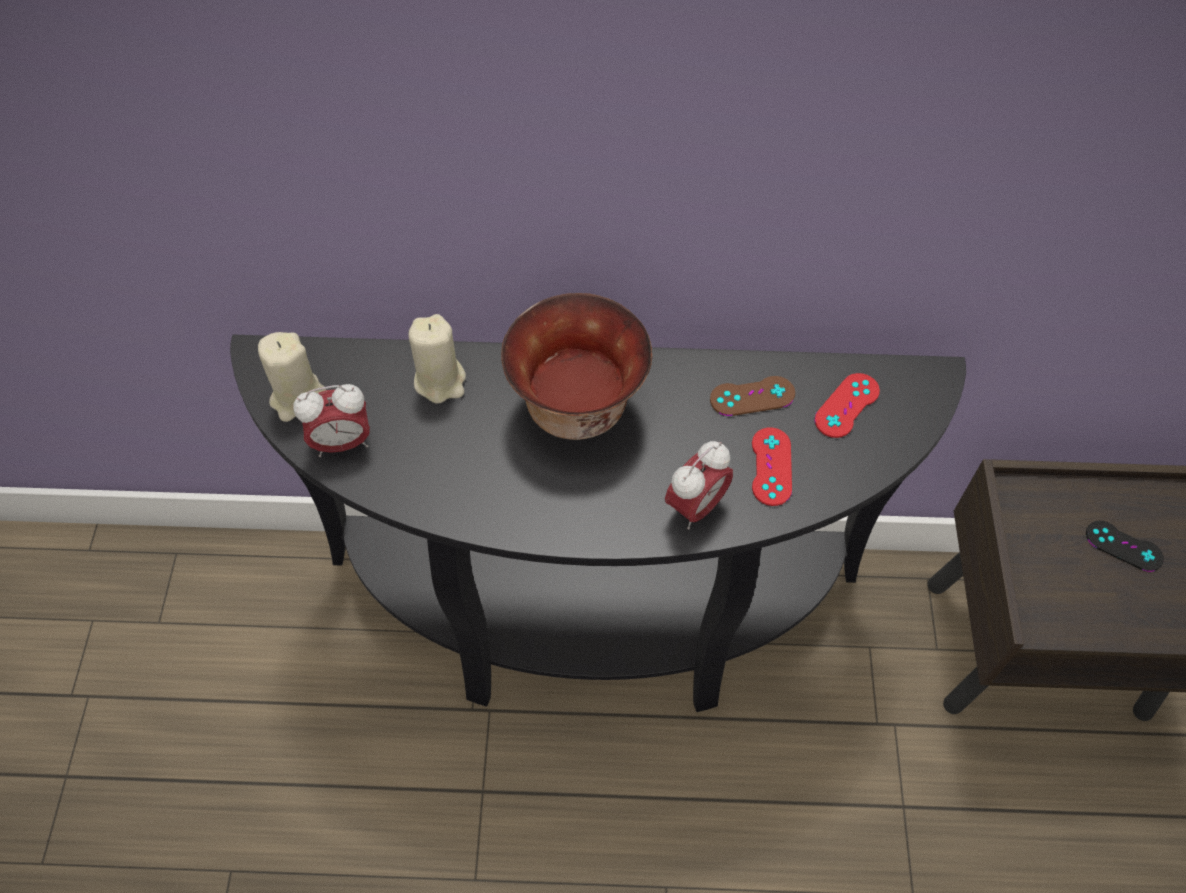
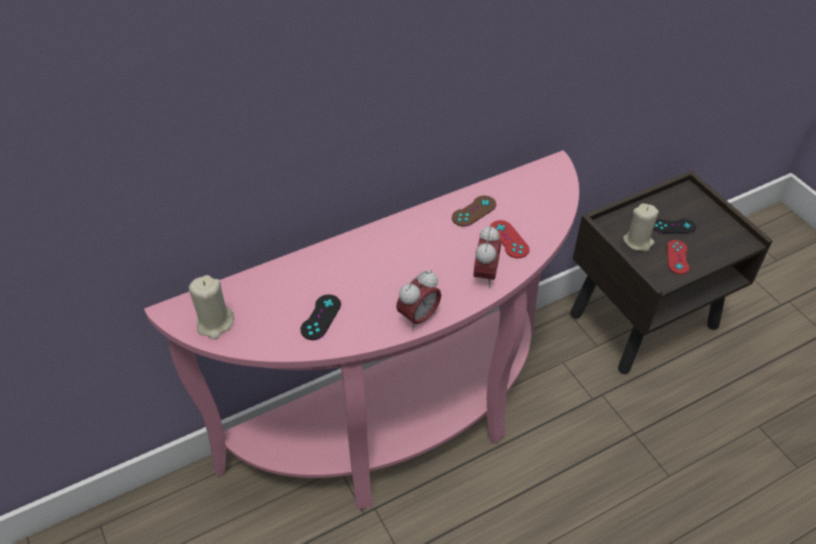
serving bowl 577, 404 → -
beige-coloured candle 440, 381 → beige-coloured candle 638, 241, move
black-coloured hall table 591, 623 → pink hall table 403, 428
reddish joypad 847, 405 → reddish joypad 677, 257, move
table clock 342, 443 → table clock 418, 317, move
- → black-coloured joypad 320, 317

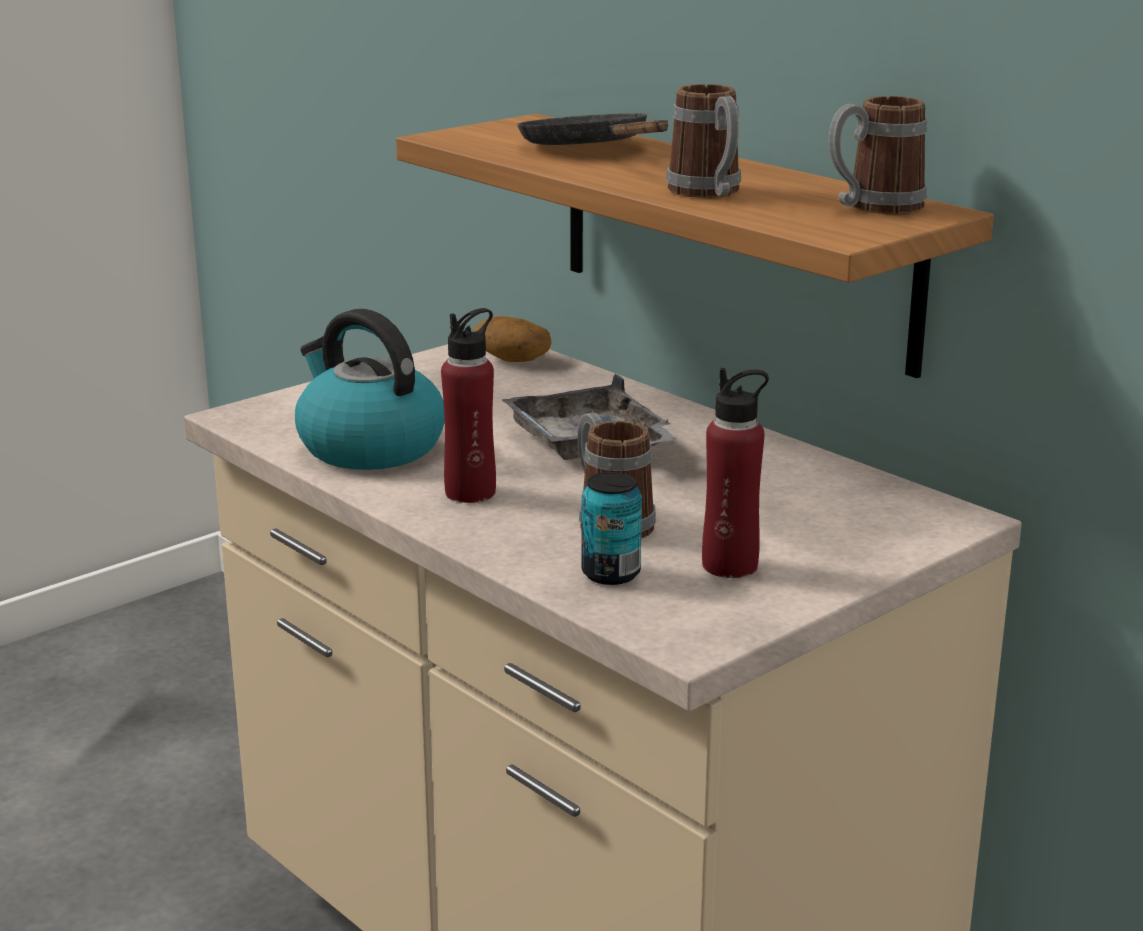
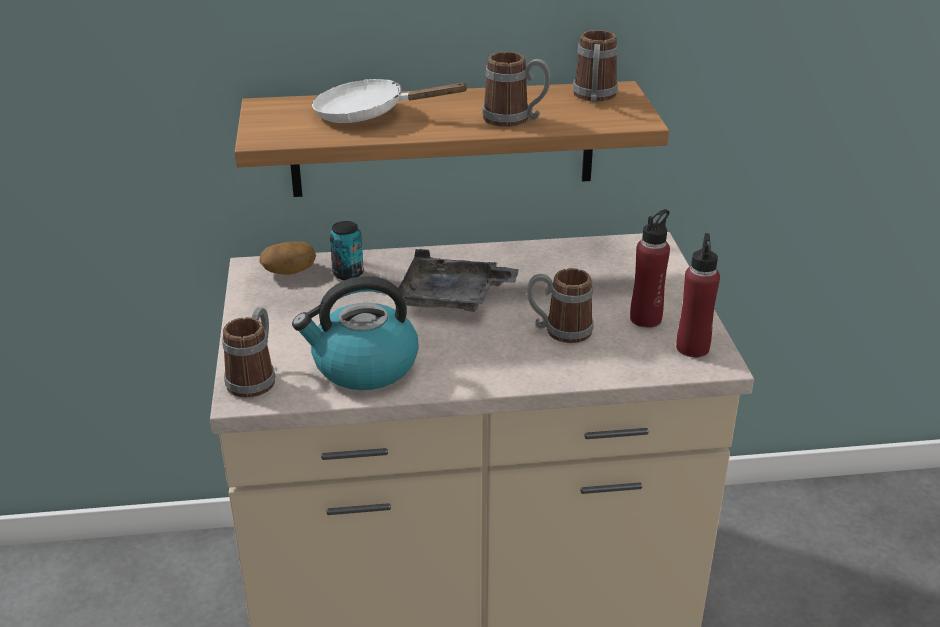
black-coloured skillet 590, 150 → white skillet 369, 114
reddish beverage bottle 470, 492 → reddish beverage bottle 692, 348, move
sealed can 611, 574 → sealed can 348, 273, move
- → mug 255, 377

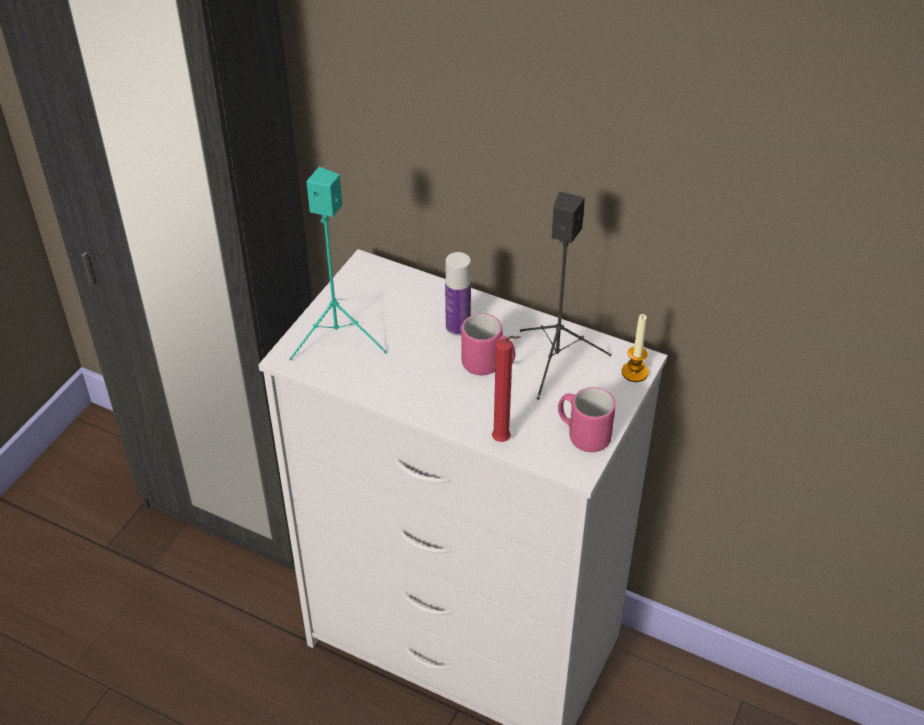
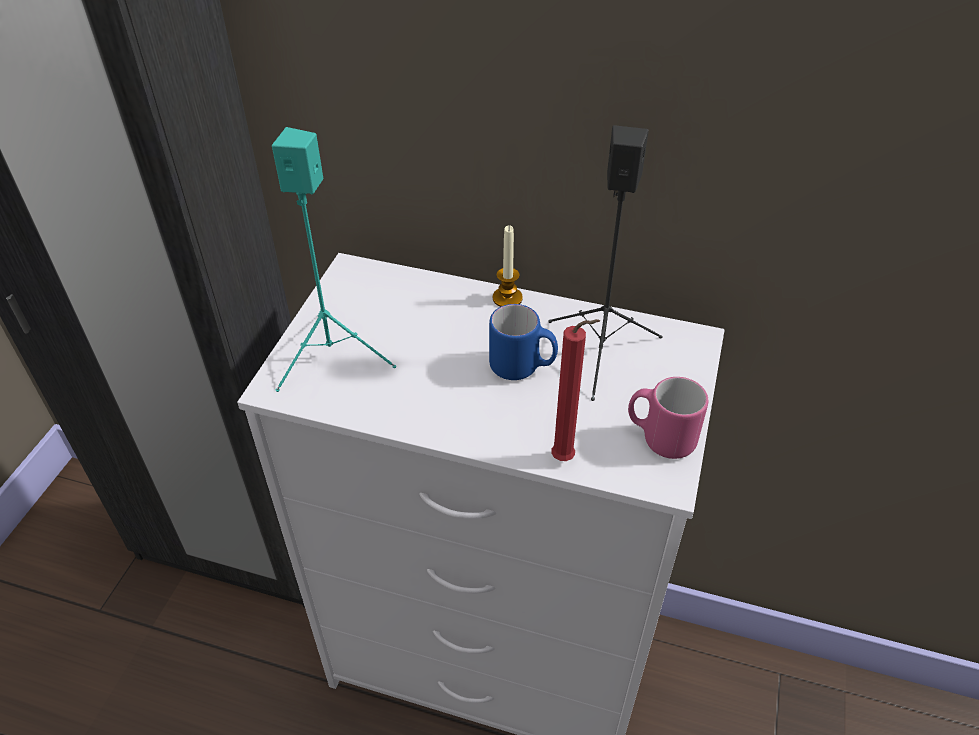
beverage bottle 458, 327 → -
pink mug 488, 365 → bluish mug 522, 367
candle 634, 372 → candle 507, 298, move

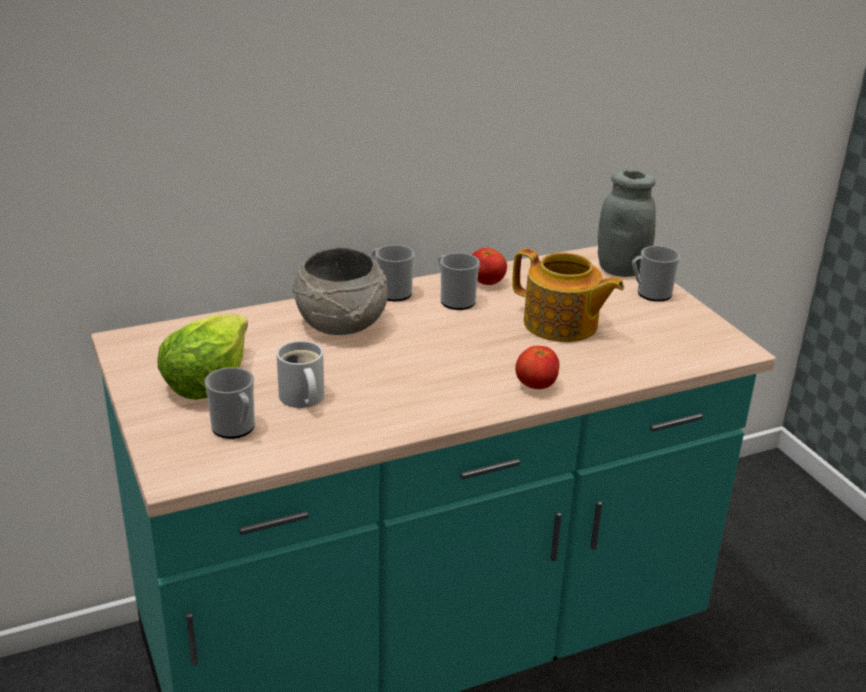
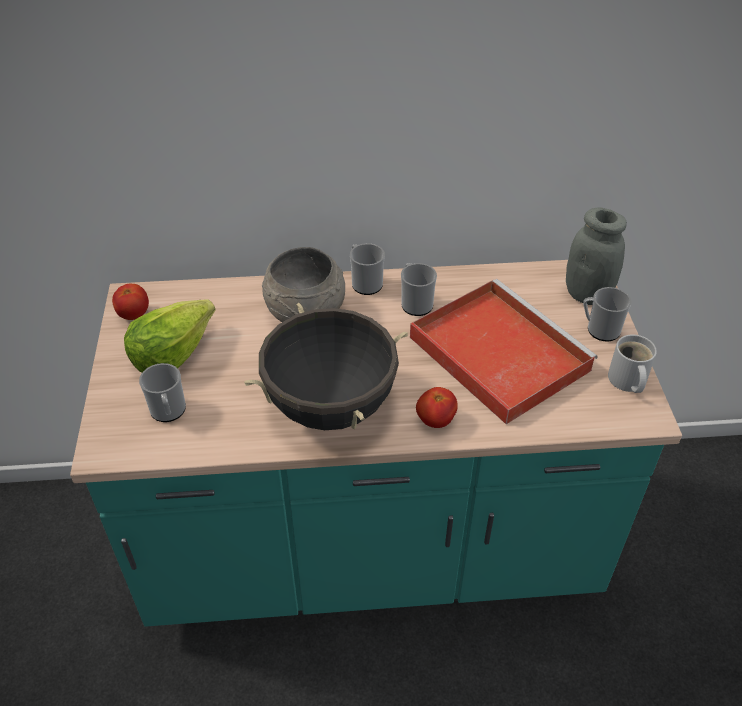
fresh tomato 486, 282 → fresh tomato 134, 314, move
tea pot 561, 325 → reddish tray 496, 352
white mug 301, 398 → white mug 626, 381, move
- → black-coloured cooking pot 330, 406

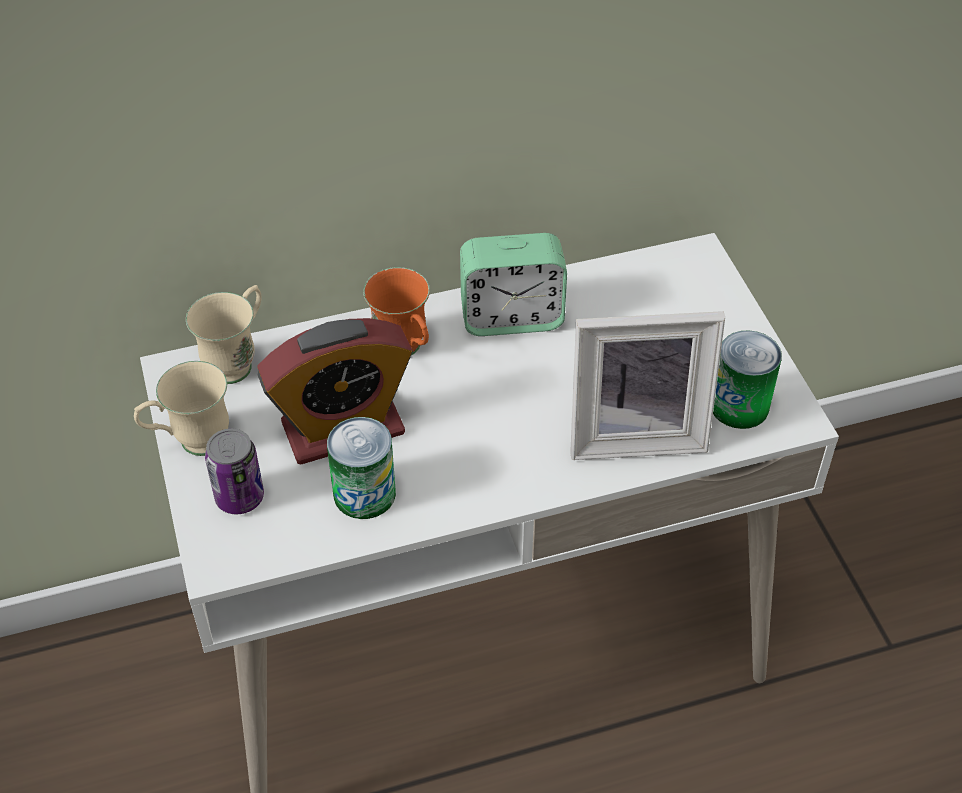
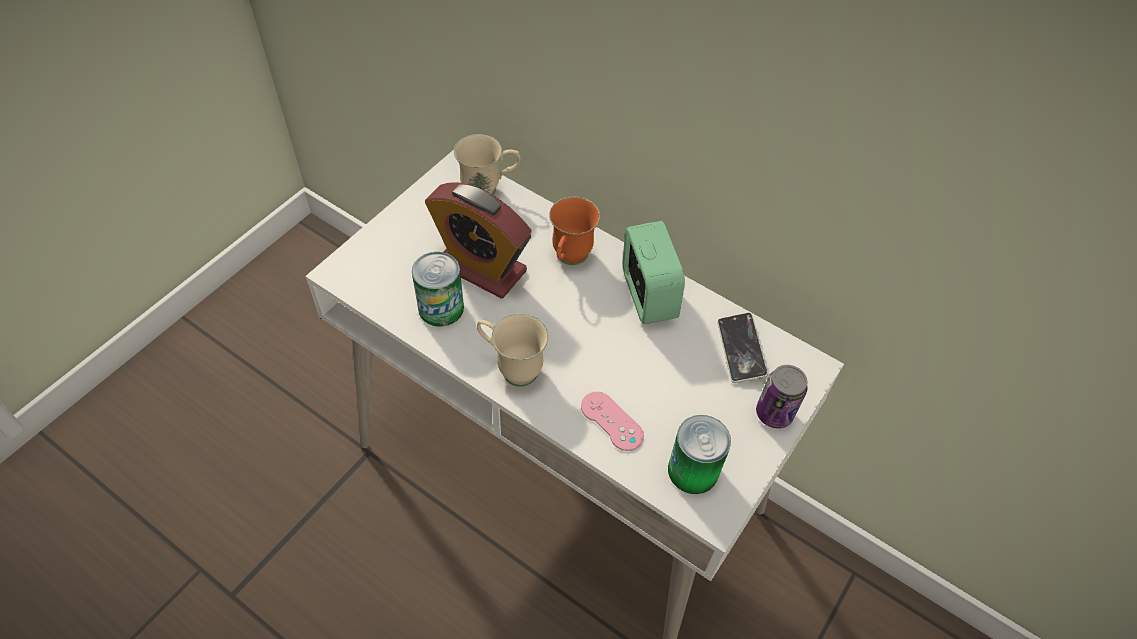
table clock 511, 317 → table clock 648, 295, 150 degrees counterclockwise
photo frame 635, 433 → pink joypad 611, 421
beige-coloured mug 191, 443 → beige-coloured mug 511, 367, move
sealed can 239, 497 → sealed can 774, 413, move
- → phone 740, 350

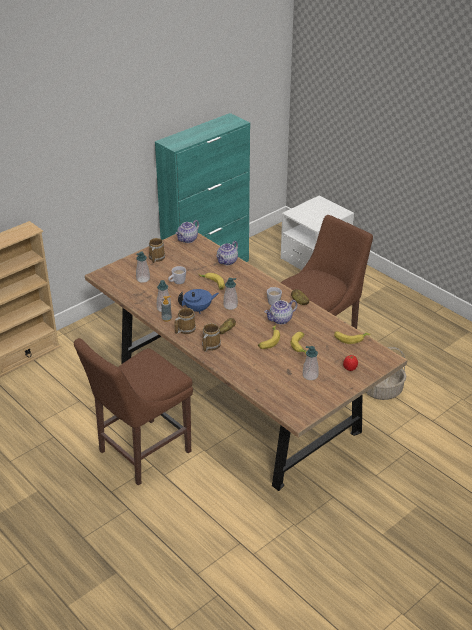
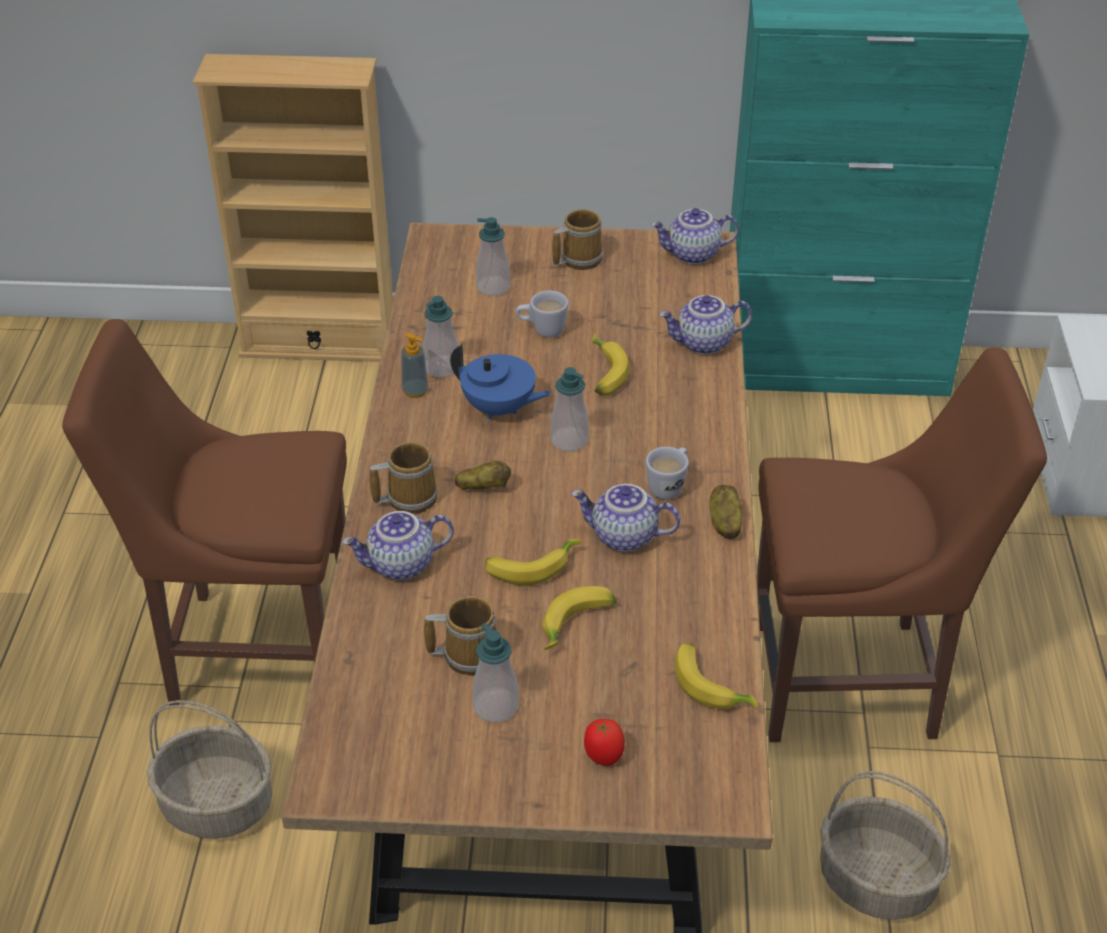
mug 185, 329 → mug 467, 654, move
- → tea pot 401, 565
- → household basket 219, 804

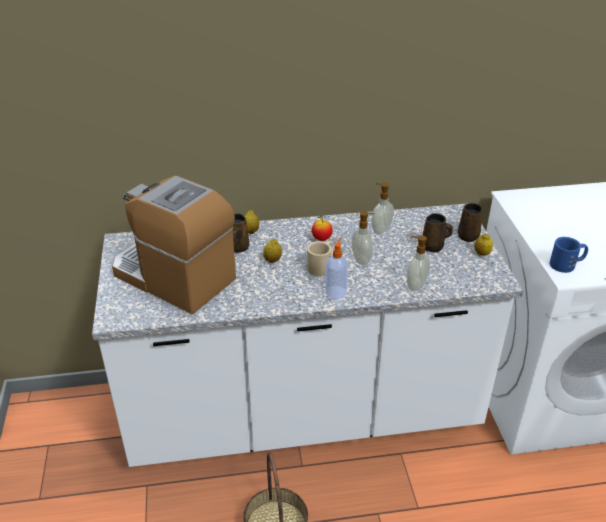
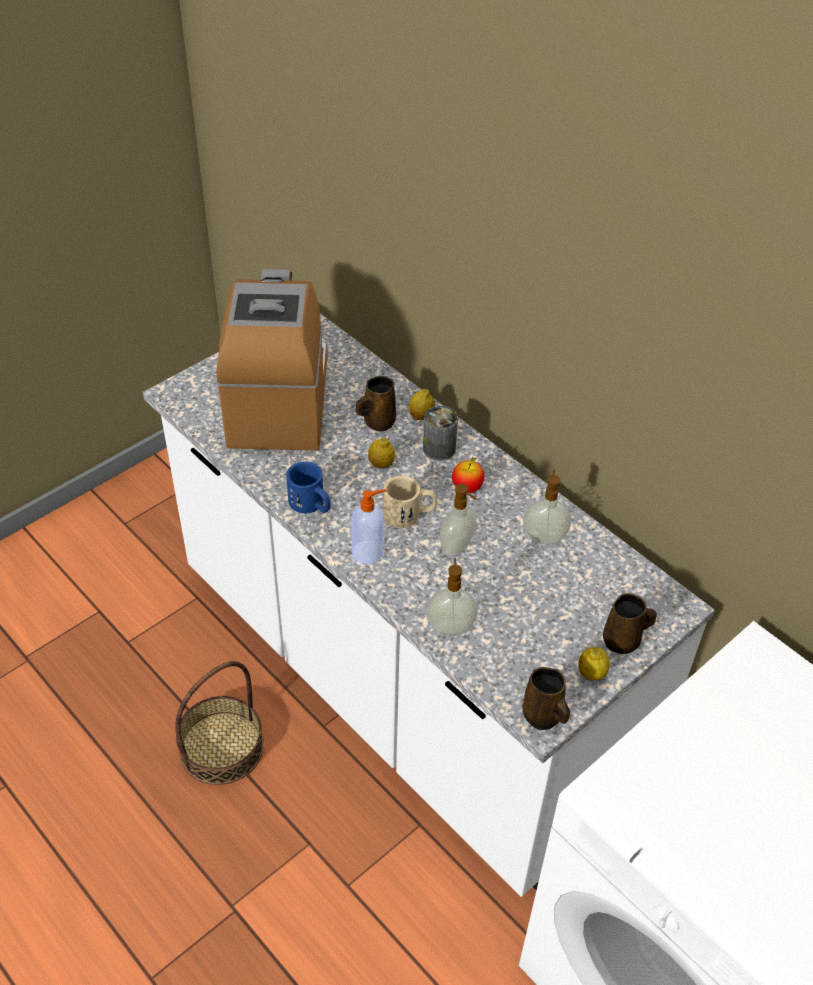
brown-coloured mug 433, 247 → brown-coloured mug 543, 717, move
bluish mug 567, 264 → bluish mug 311, 505, move
- → sealed can 439, 449

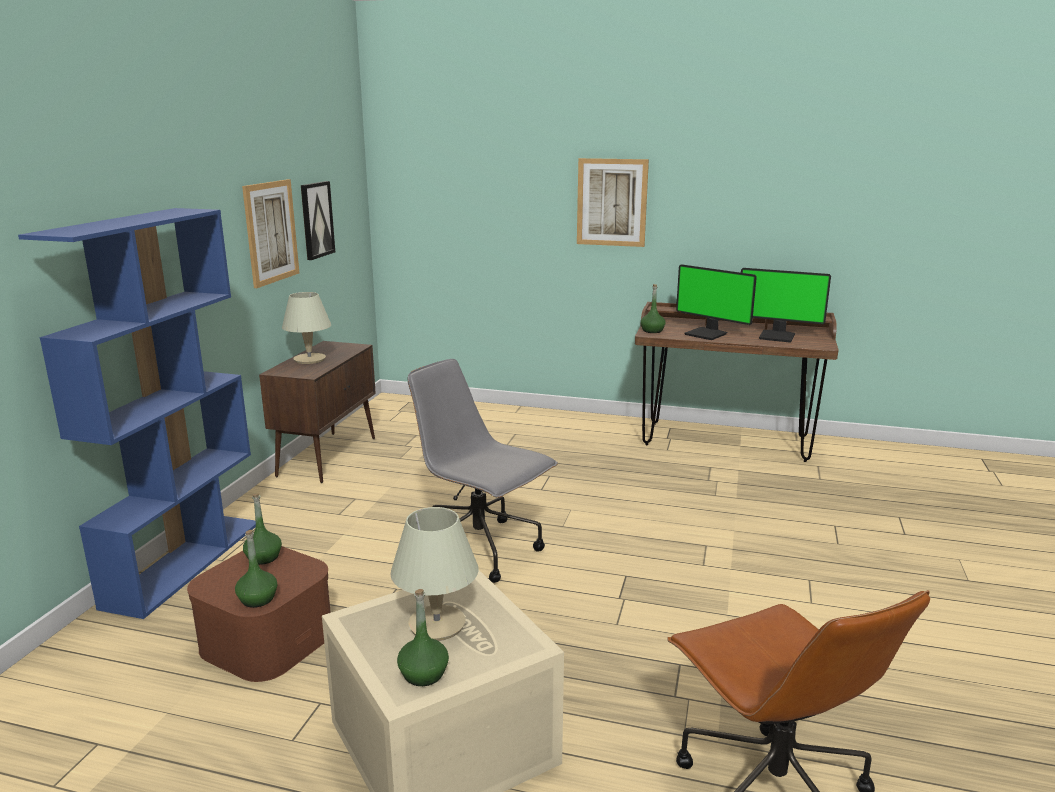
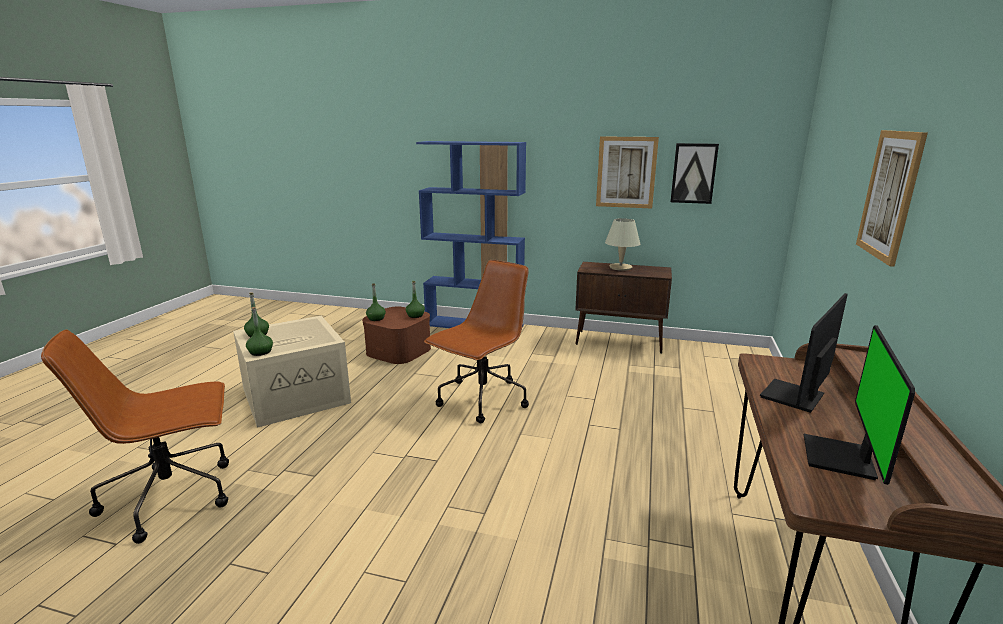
green beverage bottle 652, 331 → green beverage bottle 260, 352, move
gray office chair 481, 550 → brown-coloured office chair 482, 400
beige-coloured lamp for a table 437, 624 → -

